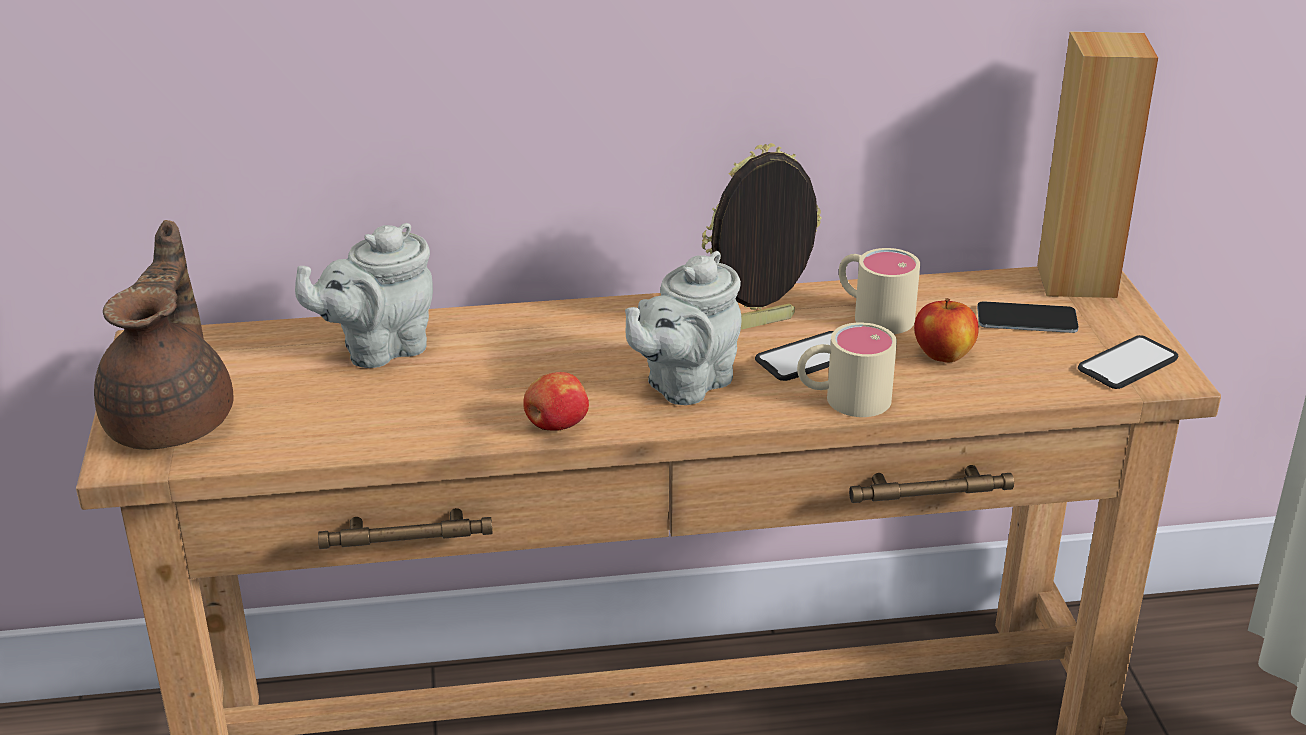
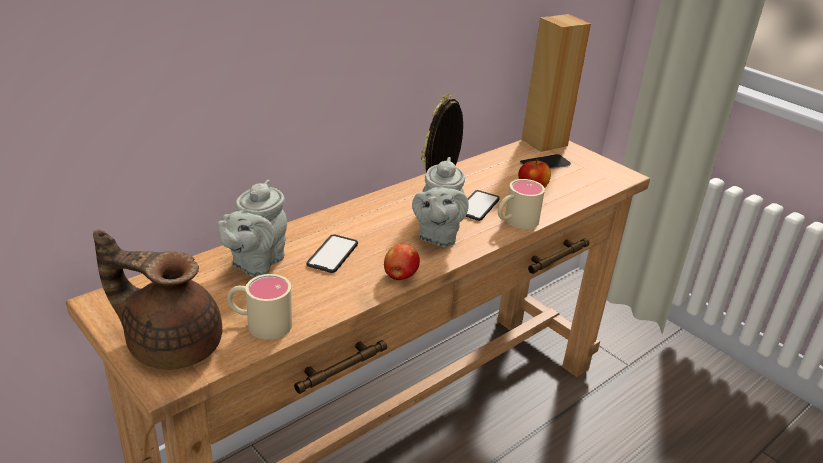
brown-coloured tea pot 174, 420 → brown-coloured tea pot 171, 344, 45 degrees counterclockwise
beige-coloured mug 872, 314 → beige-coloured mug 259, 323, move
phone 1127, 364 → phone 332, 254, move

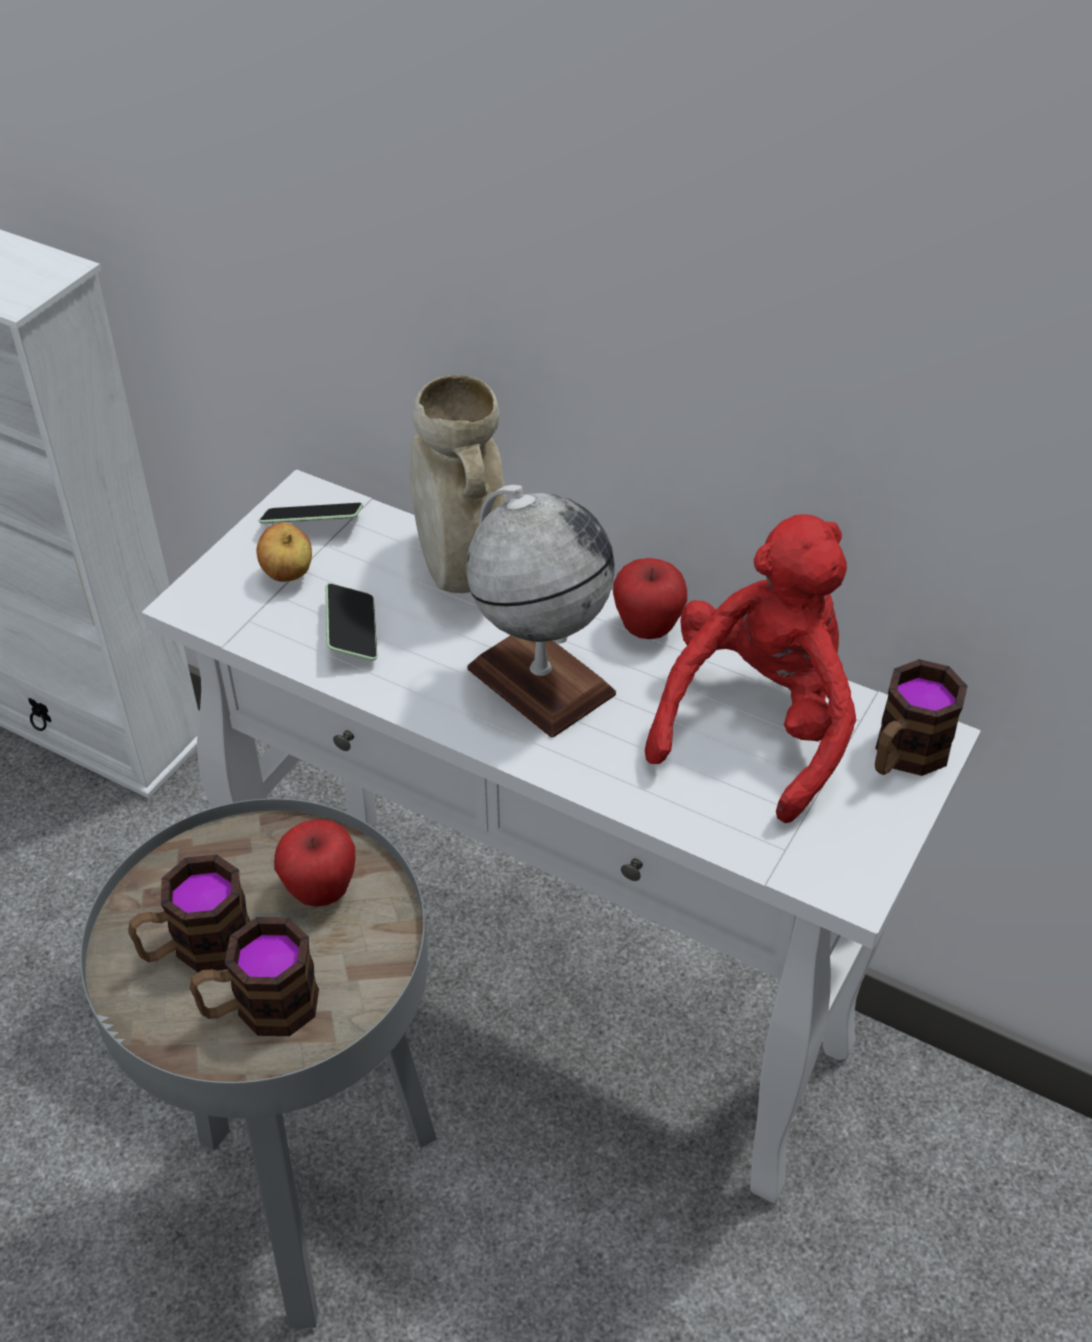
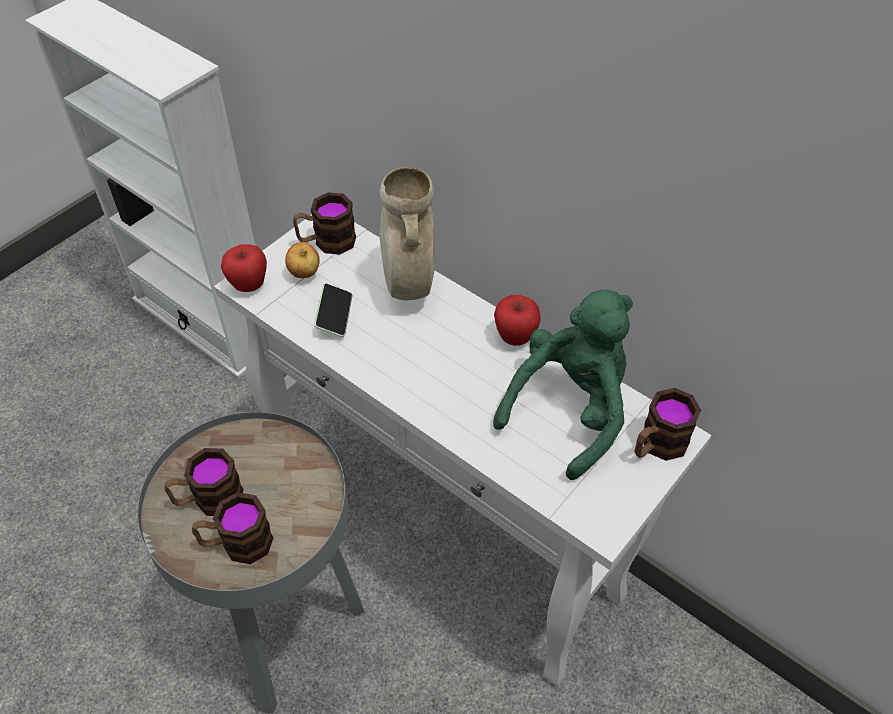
globe 540, 681 → -
phone 312, 524 → mug 326, 242
reddish plush toy 758, 723 → green plush toy 570, 410
apple 320, 891 → apple 249, 285, move

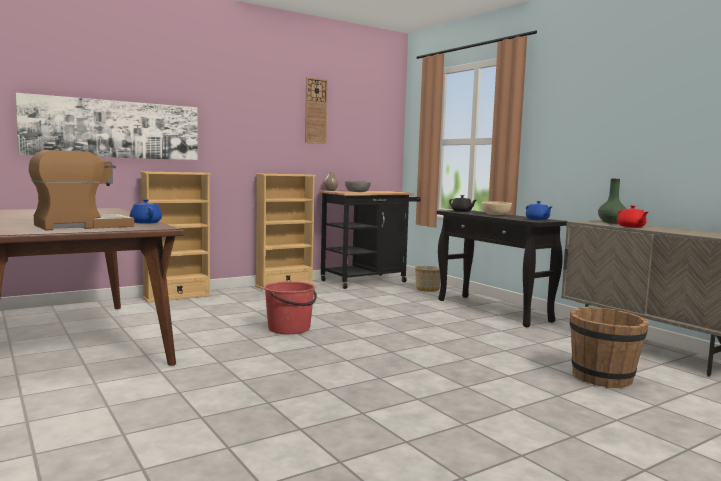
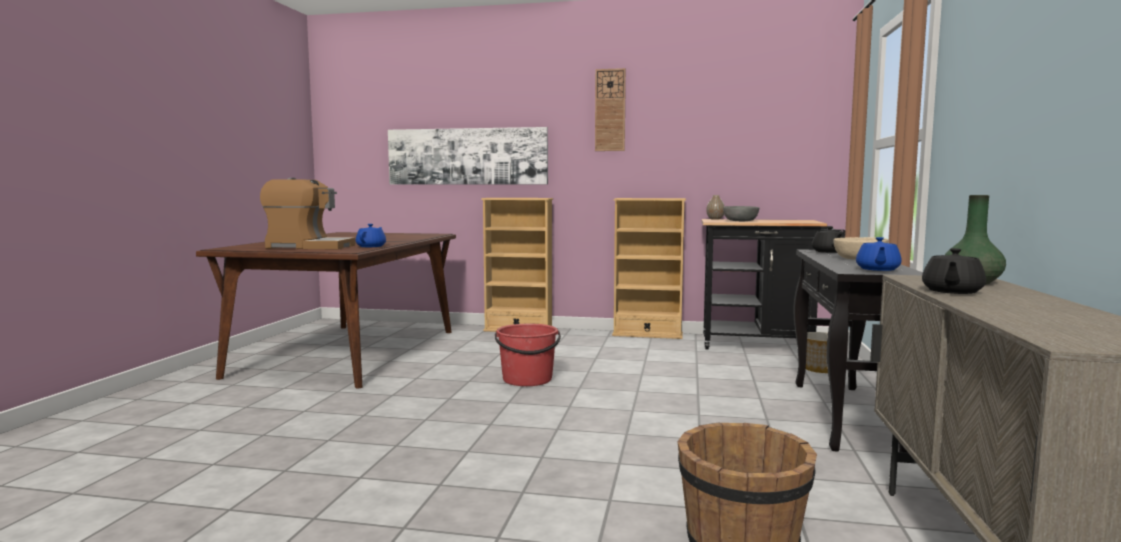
clock on the wall 315, 111 → clock on the wall 610, 110, move
reddish tea pot 631, 226 → black-coloured tea pot 951, 291

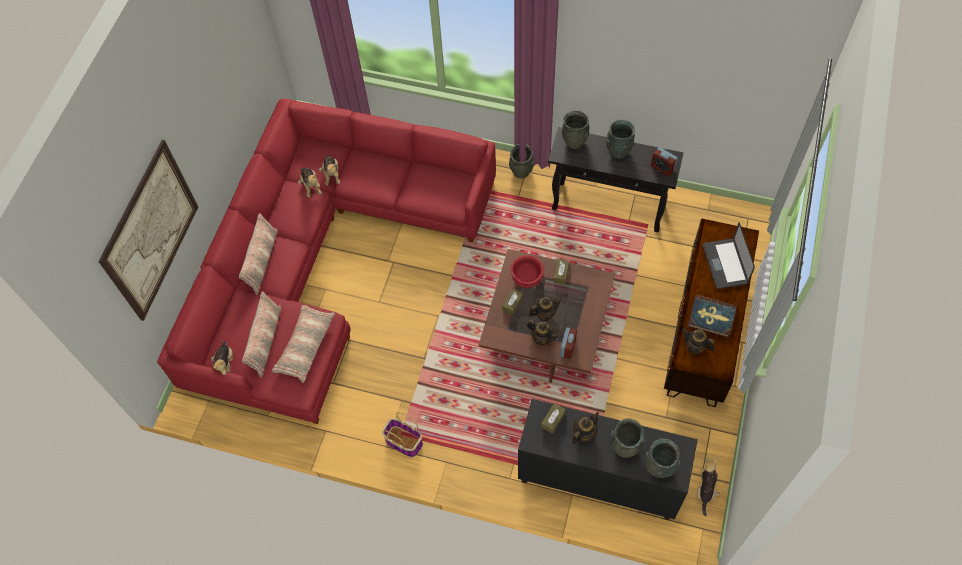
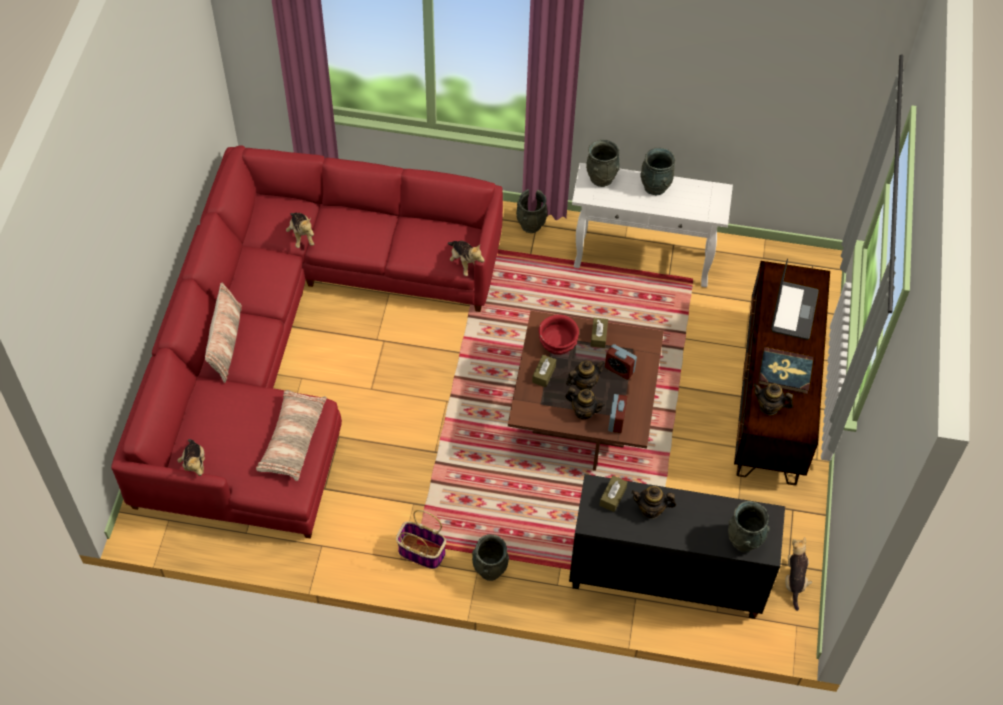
black-coloured hall table 609, 207 → white hall table 643, 261
wall picture 151, 231 → -
table clock 662, 168 → table clock 619, 369, move
plush toy 311, 186 → plush toy 464, 263, move
notebook computer 724, 264 → notebook computer 794, 311, 150 degrees counterclockwise
throw pillow 265, 340 → -
tea pot 584, 434 → tea pot 651, 509, 120 degrees counterclockwise
gray decorative vase 624, 446 → gray decorative vase 490, 569, move

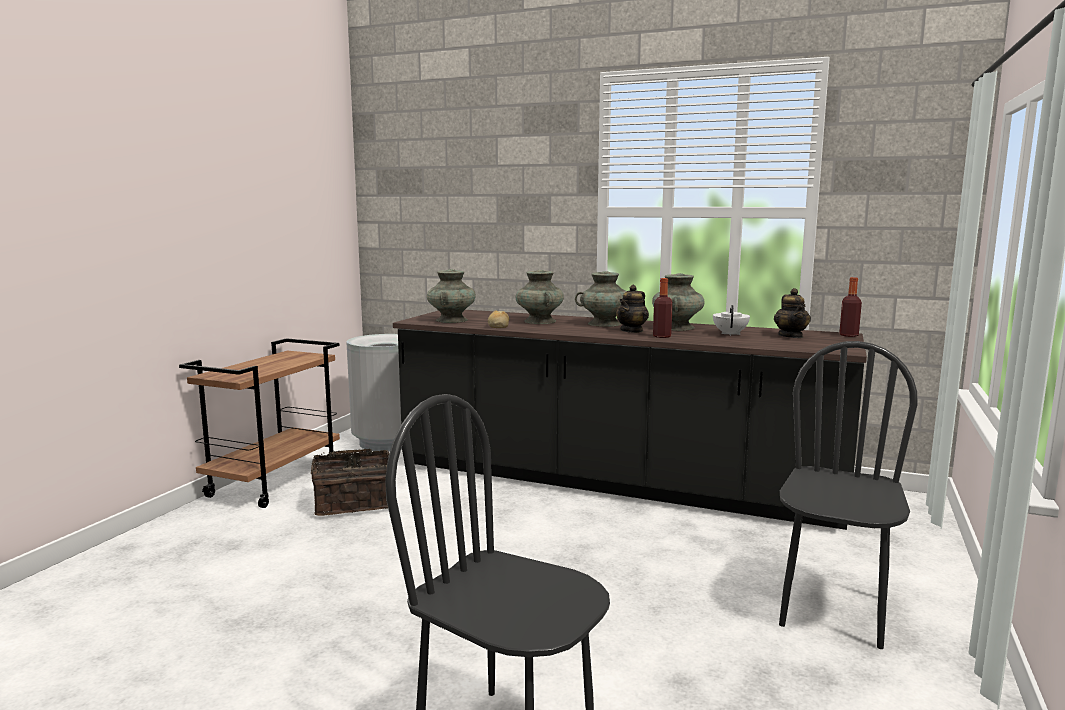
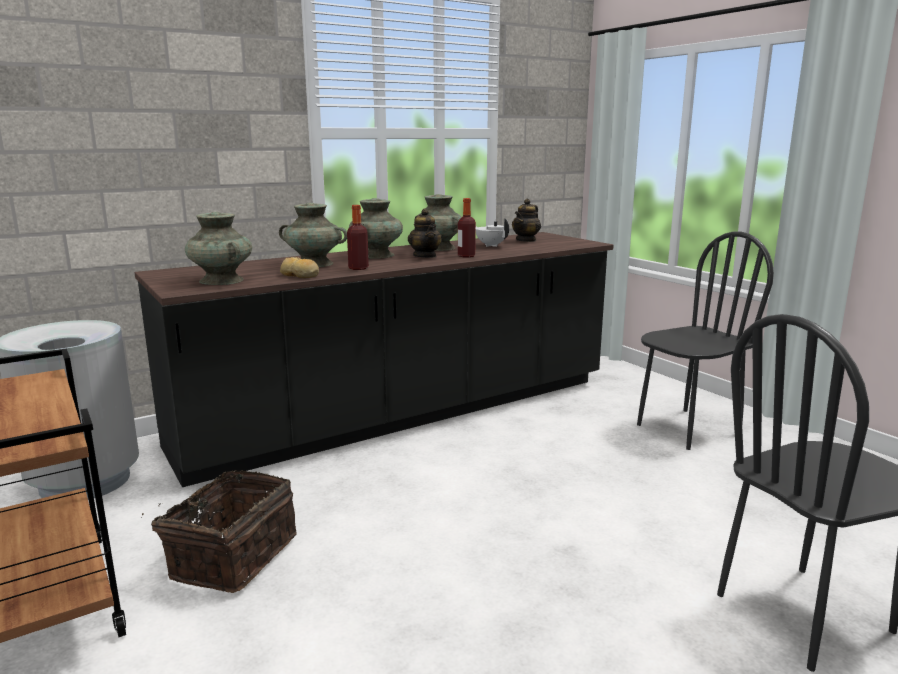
beverage bottle 848, 335 → beverage bottle 358, 268, move
tea pot 791, 336 → tea pot 526, 240, 90 degrees clockwise
black-coloured chair 833, 611 → black-coloured chair 687, 429, 90 degrees clockwise

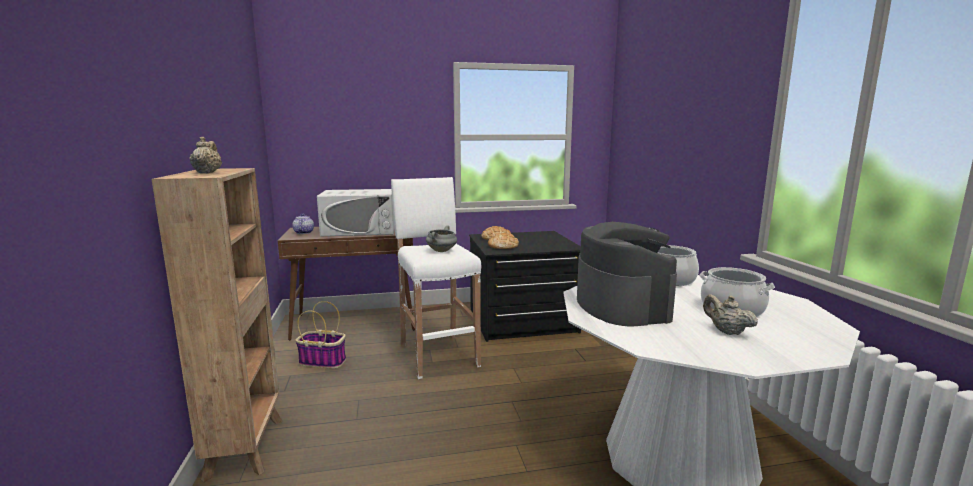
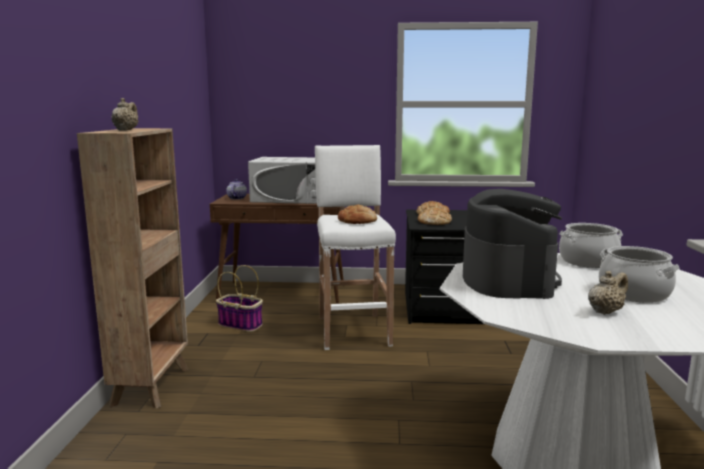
gray cooking pot 441, 251 → bread 357, 221
beige-coloured tea pot 726, 331 → beige-coloured tea pot 605, 311, 75 degrees clockwise

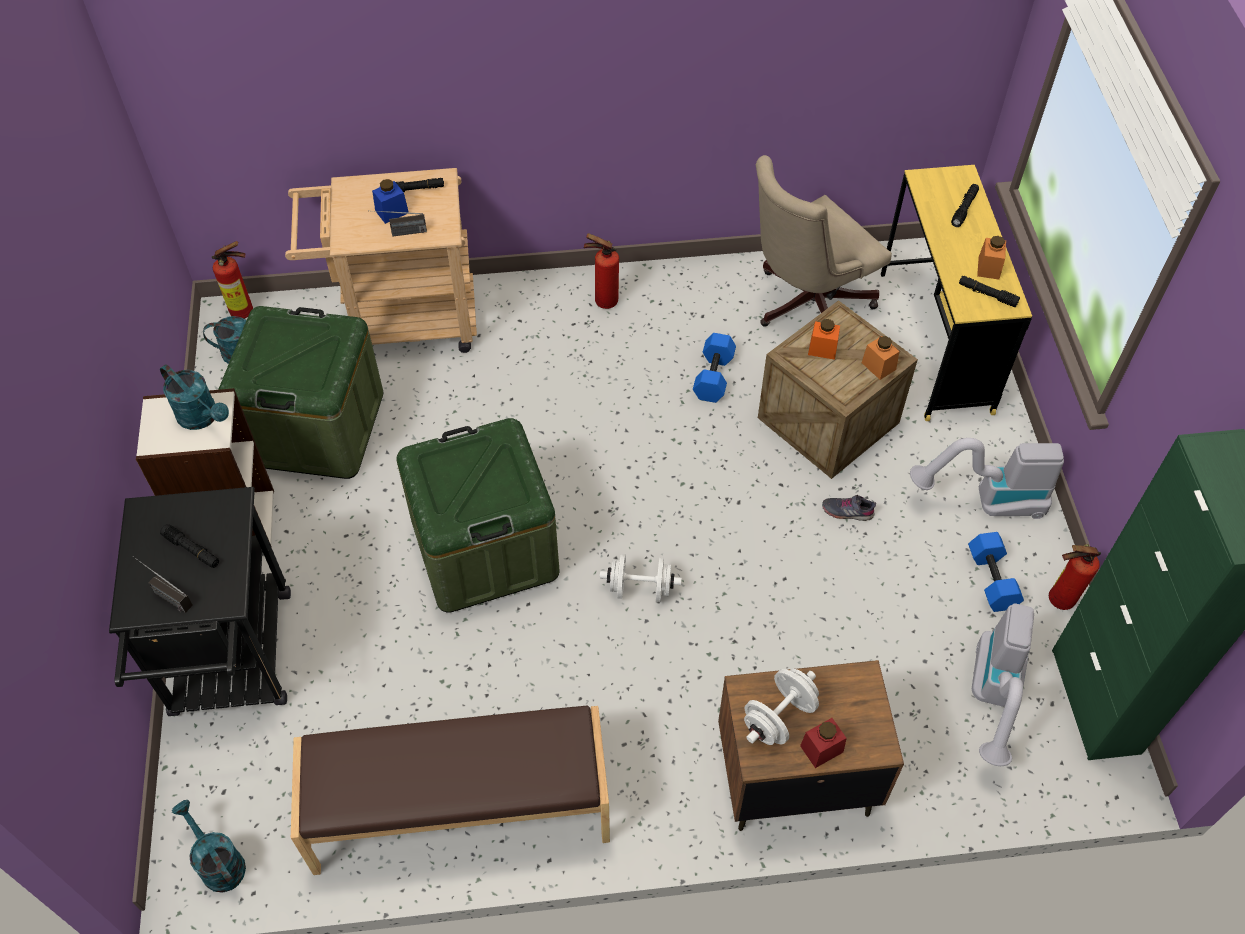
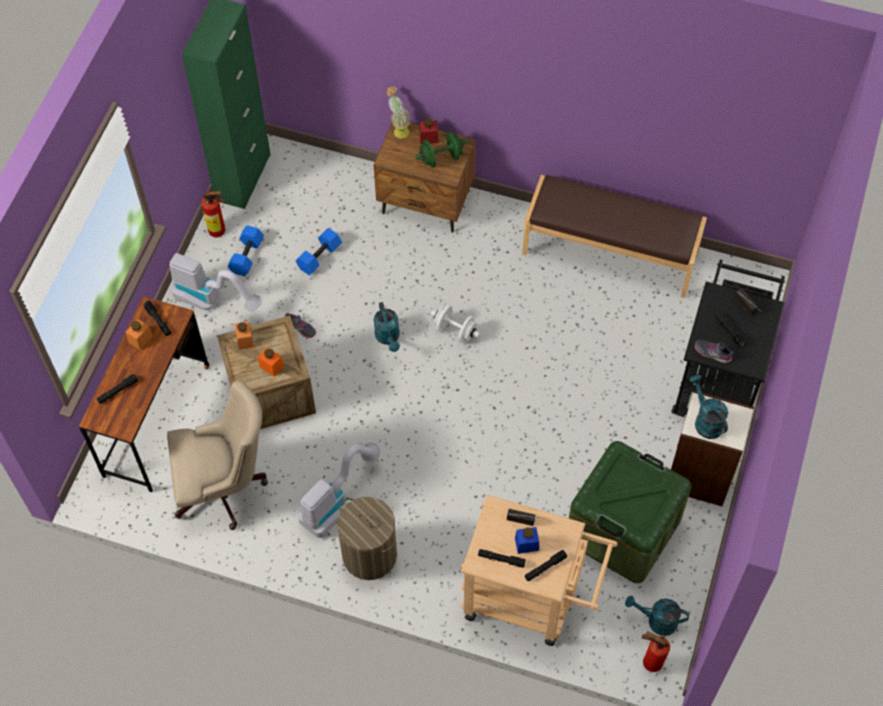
yellow-coloured desk unit 935, 342 → brown-coloured desk unit 156, 420
fire extinguisher 602, 301 → washing basket 369, 555
bluish dumbbell 714, 377 → bluish dumbbell 319, 256, move
green storage container 485, 547 → -
hoover 994, 700 → hoover 336, 502, move
white dumbbell 779, 717 → green dumbbell 441, 158
blue-green sprinkling can 218, 862 → blue-green sprinkling can 388, 338, move
- → plant in a pot 398, 129
- → gray low shoe 712, 352
- → black-coloured flashlight 545, 567

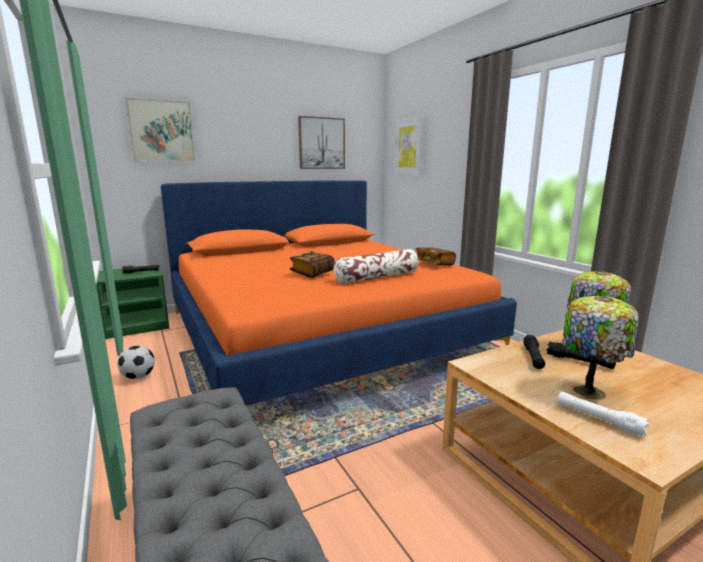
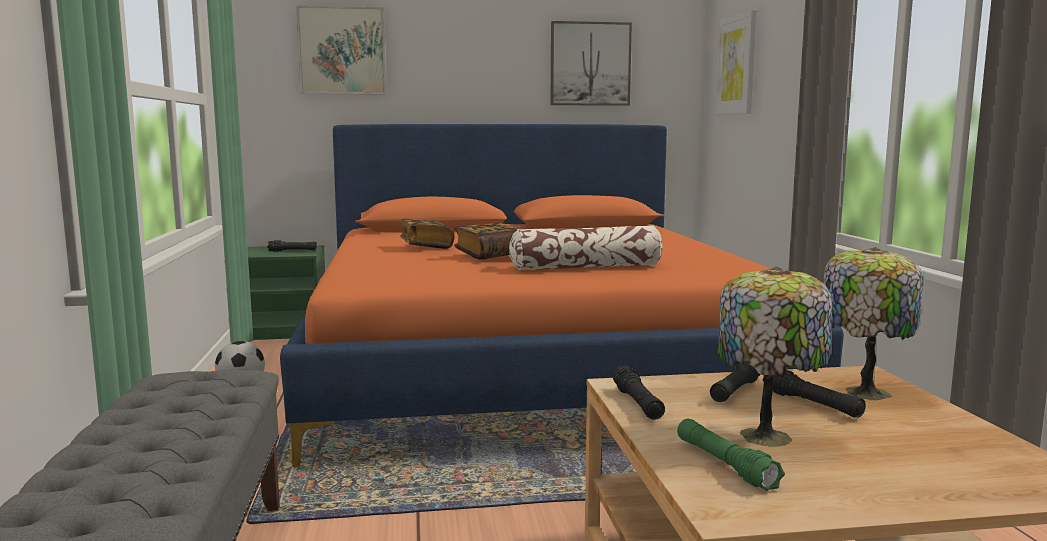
book 434, 264 → book 426, 246, move
white flashlight 598, 419 → green flashlight 725, 465
- → black-coloured flashlight 637, 403

